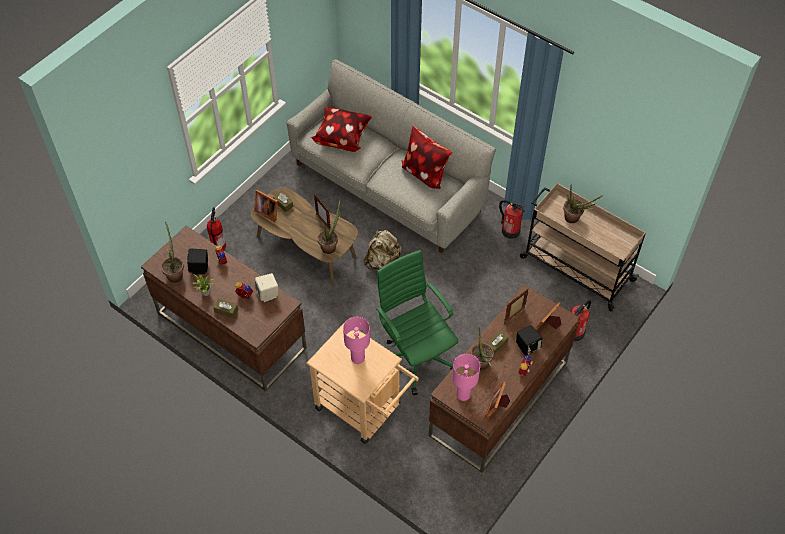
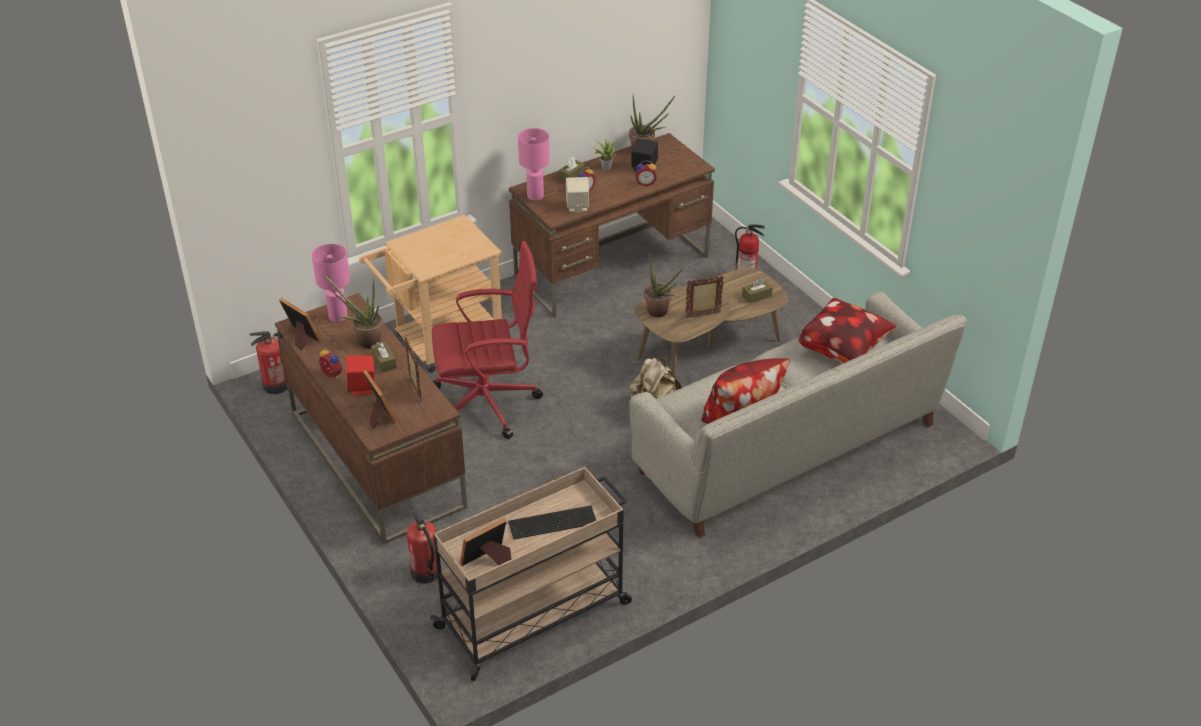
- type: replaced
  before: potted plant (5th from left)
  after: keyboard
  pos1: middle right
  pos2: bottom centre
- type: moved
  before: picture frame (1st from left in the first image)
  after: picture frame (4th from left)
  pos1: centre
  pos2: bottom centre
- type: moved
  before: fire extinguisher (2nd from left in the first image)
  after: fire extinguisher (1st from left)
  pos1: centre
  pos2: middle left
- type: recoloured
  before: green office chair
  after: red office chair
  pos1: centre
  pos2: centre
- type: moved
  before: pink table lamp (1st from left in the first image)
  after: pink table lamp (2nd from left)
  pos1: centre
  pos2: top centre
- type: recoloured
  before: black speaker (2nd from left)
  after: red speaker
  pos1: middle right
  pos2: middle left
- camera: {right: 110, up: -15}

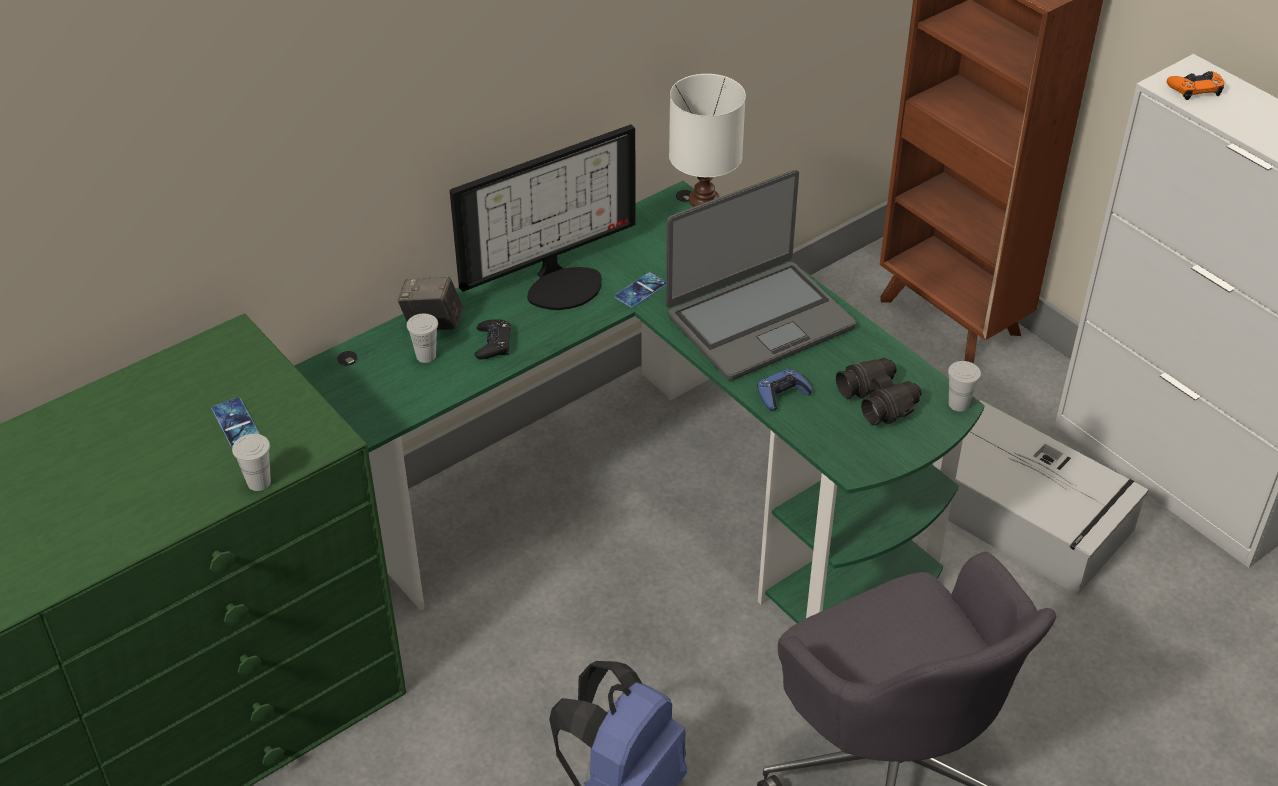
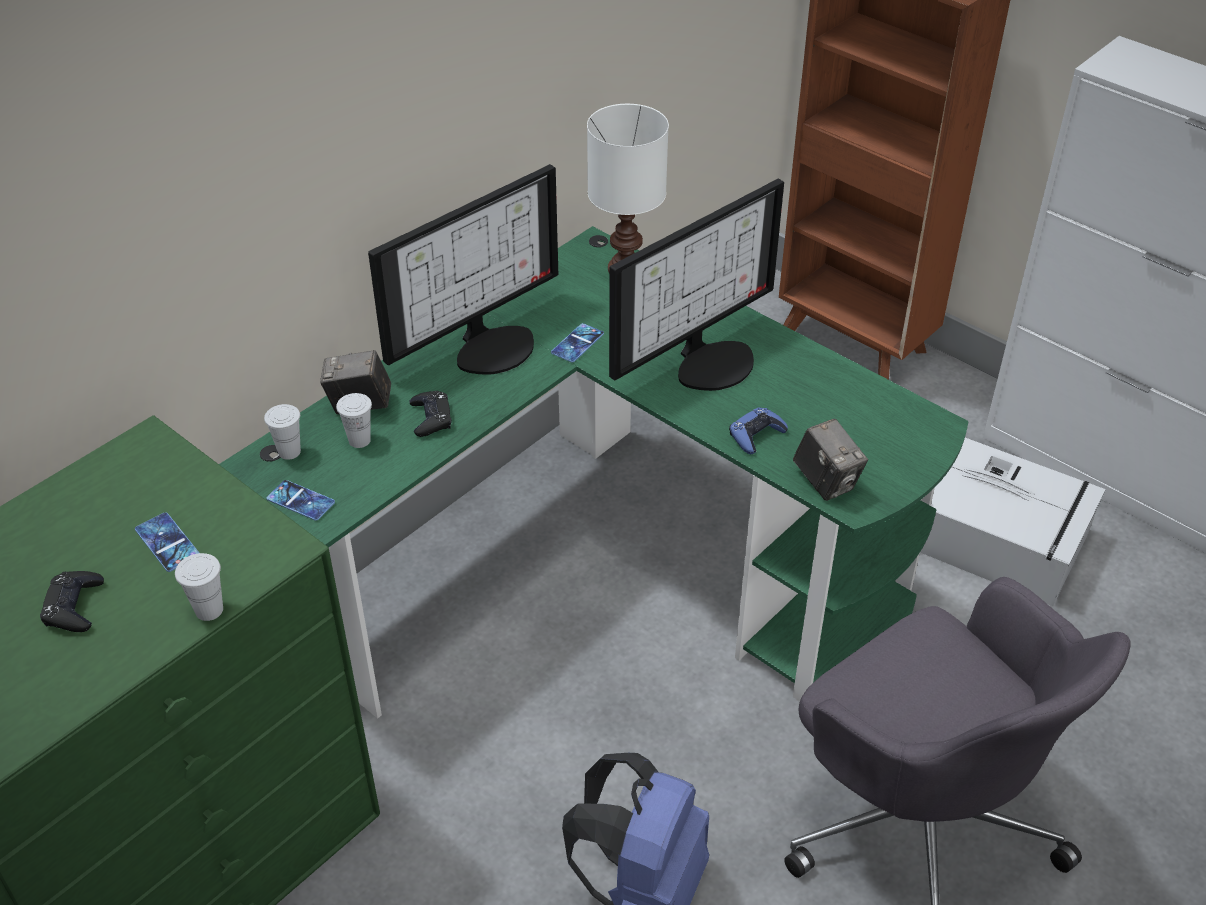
- type: removed
  before: orange game controller
  pos1: top right
- type: replaced
  before: laptop
  after: monitor (2nd from left)
  pos1: centre
  pos2: top centre
- type: removed
  before: black binoculars
  pos1: middle right
- type: moved
  before: white cup (3rd from left in the first image)
  after: white cup (2nd from left)
  pos1: middle right
  pos2: middle left
- type: added
  after: photo camera (2nd from left)
  pos2: middle right
- type: added
  after: phone (2nd from left)
  pos2: middle left
- type: added
  after: black game controller (1st from left)
  pos2: middle left
- camera: {right: -10, up: 0}

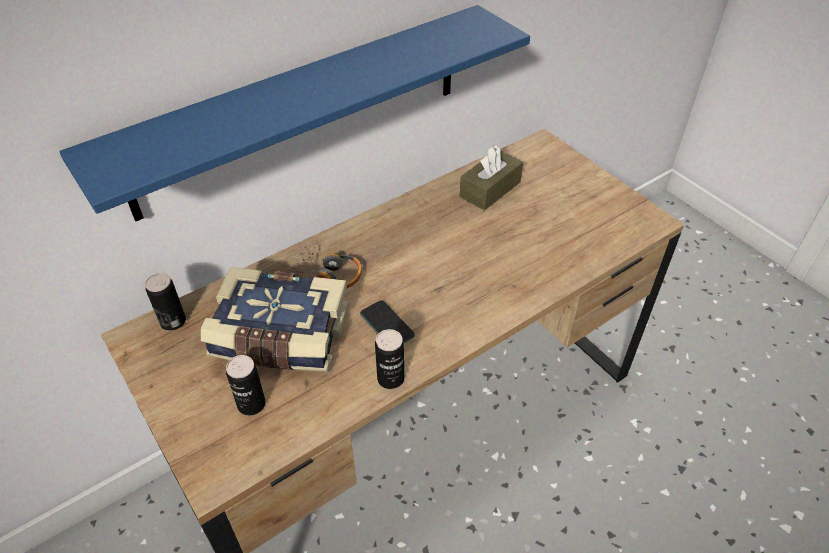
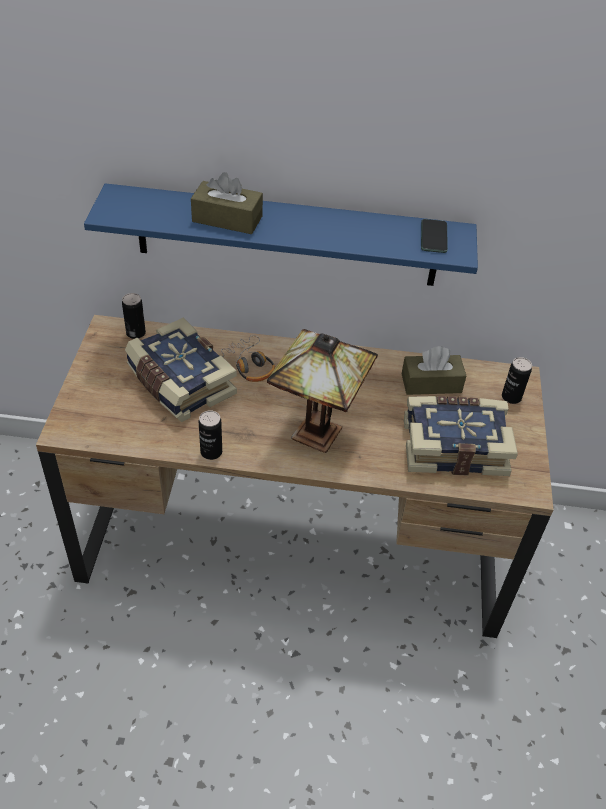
- type: moved
  before: phone
  pos1: centre
  pos2: top right
- type: moved
  before: can (2nd from left in the first image)
  after: can (3rd from left)
  pos1: bottom left
  pos2: middle right
- type: added
  after: brown tissue box (1st from left)
  pos2: top centre
- type: added
  after: table lamp
  pos2: centre
- type: added
  after: book (2nd from left)
  pos2: middle right
- camera: {right: 40, up: 0}

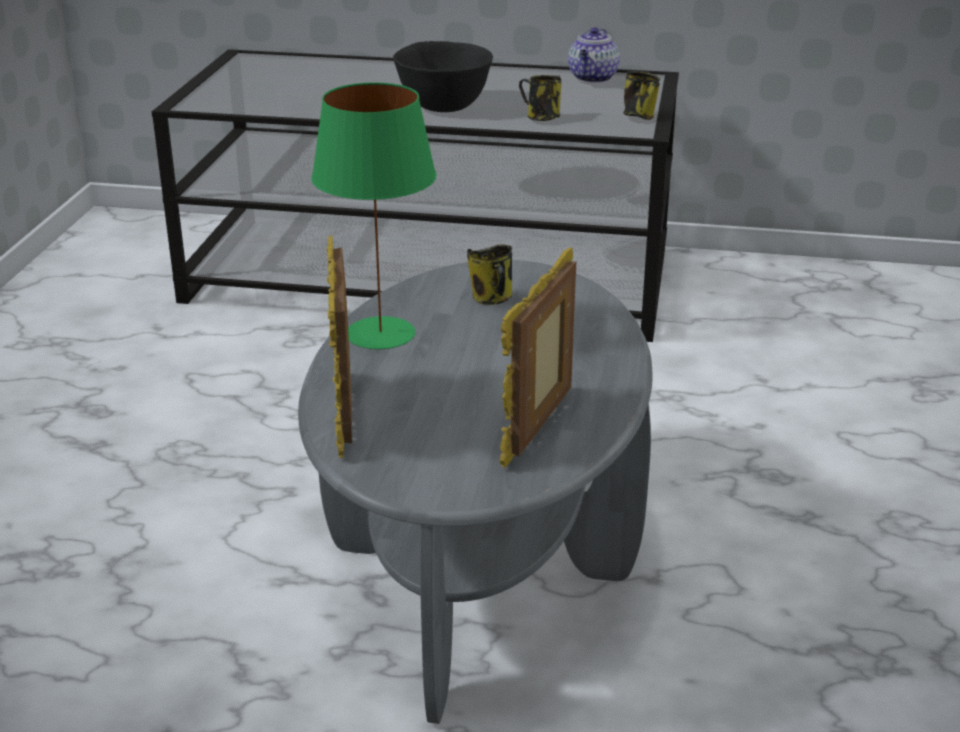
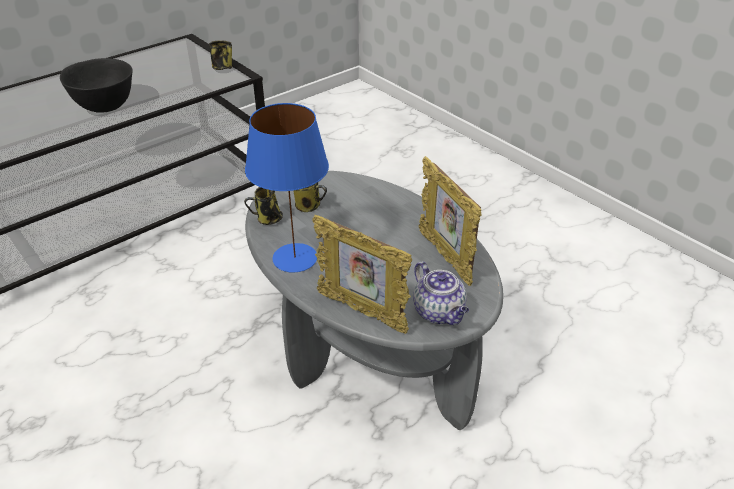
- type: moved
  before: teapot
  pos1: top centre
  pos2: centre
- type: moved
  before: mug (2nd from left)
  pos1: top centre
  pos2: centre
- type: recoloured
  before: green table lamp
  after: blue table lamp
  pos1: top centre
  pos2: centre
- camera: {right: -50, up: 10}

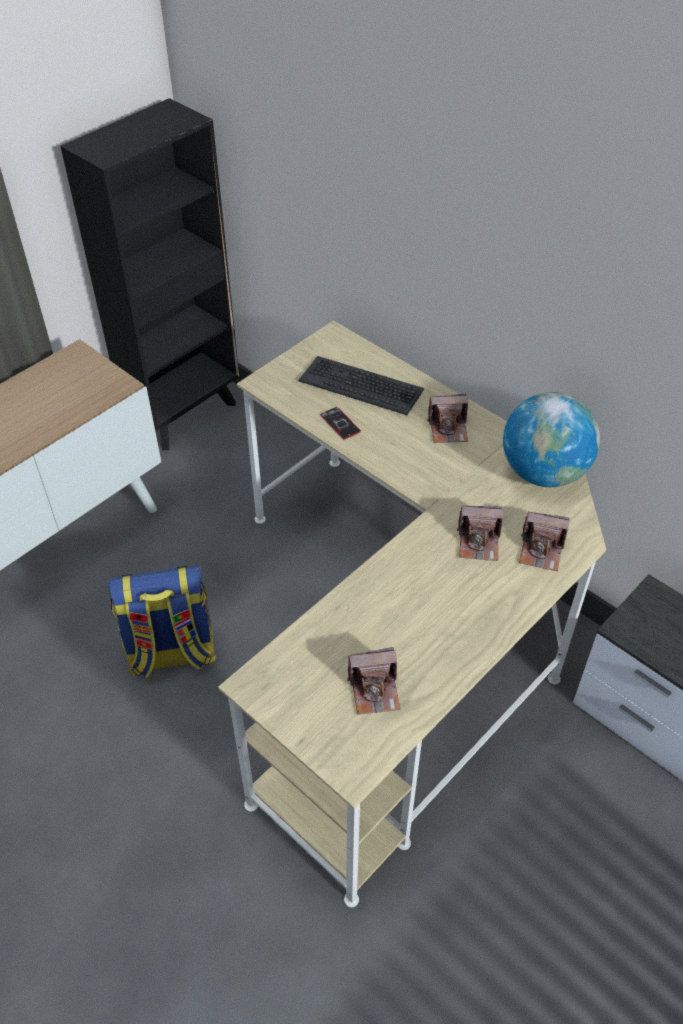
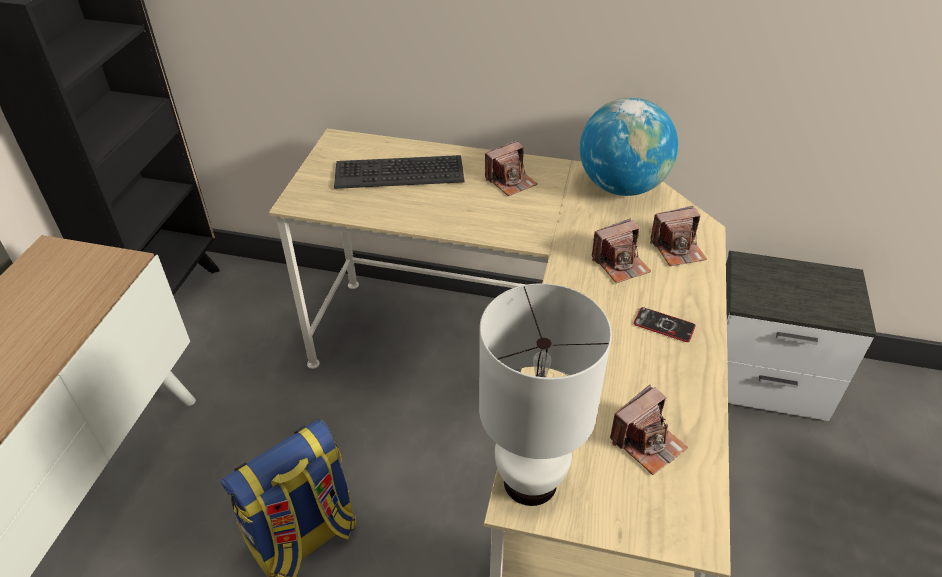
- type: moved
  before: phone
  pos1: centre
  pos2: middle right
- type: added
  after: white table lamp
  pos2: bottom centre
- camera: {right: -30, up: -5}

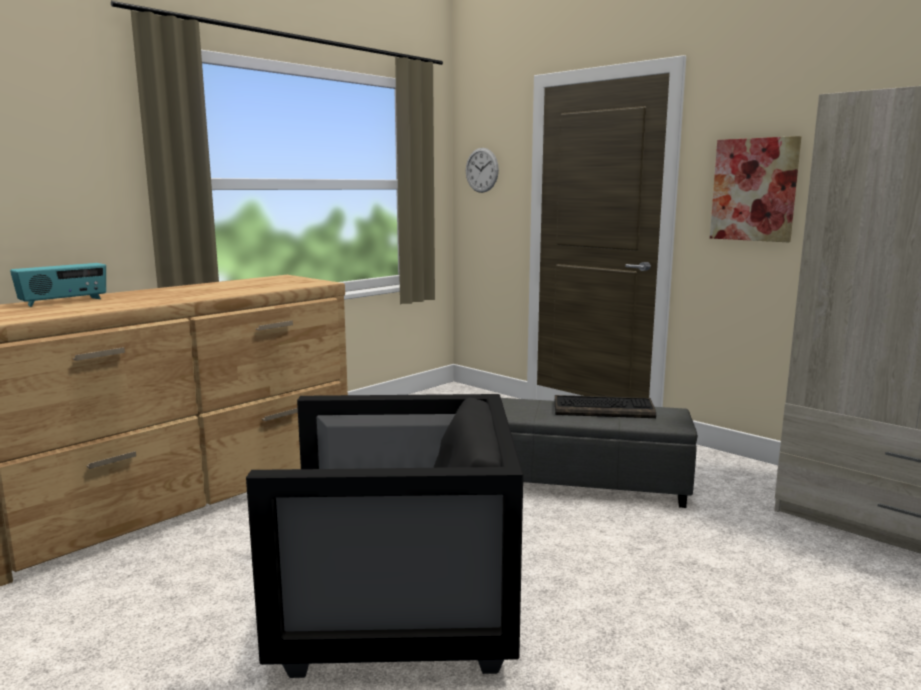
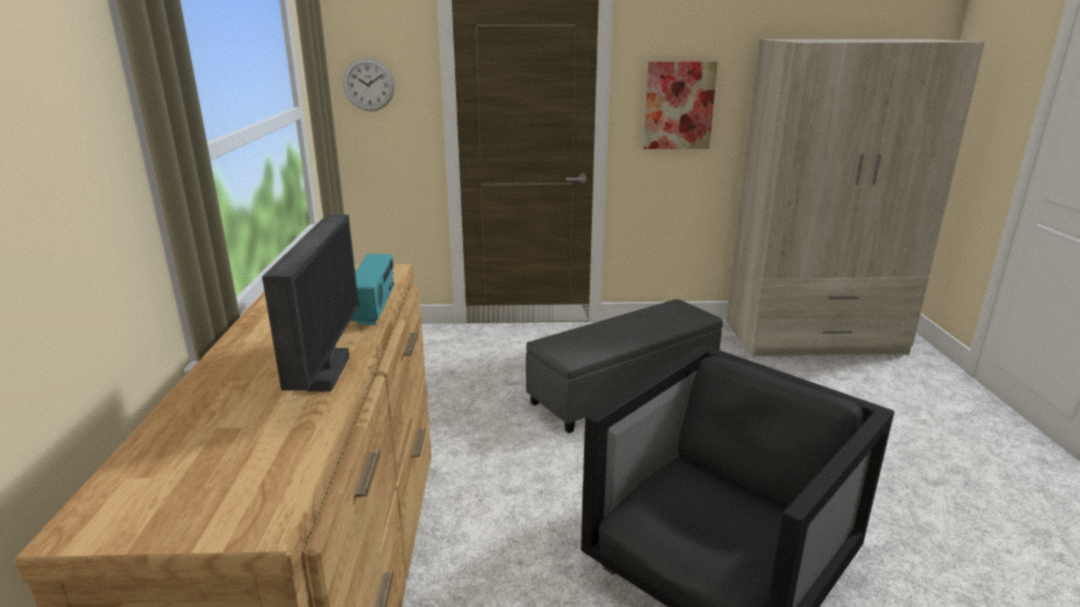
- type: moved
  before: radio
  pos1: middle left
  pos2: centre
- type: removed
  before: keyboard
  pos1: centre
- type: added
  after: monitor
  pos2: middle left
- camera: {right: -45, up: 10}

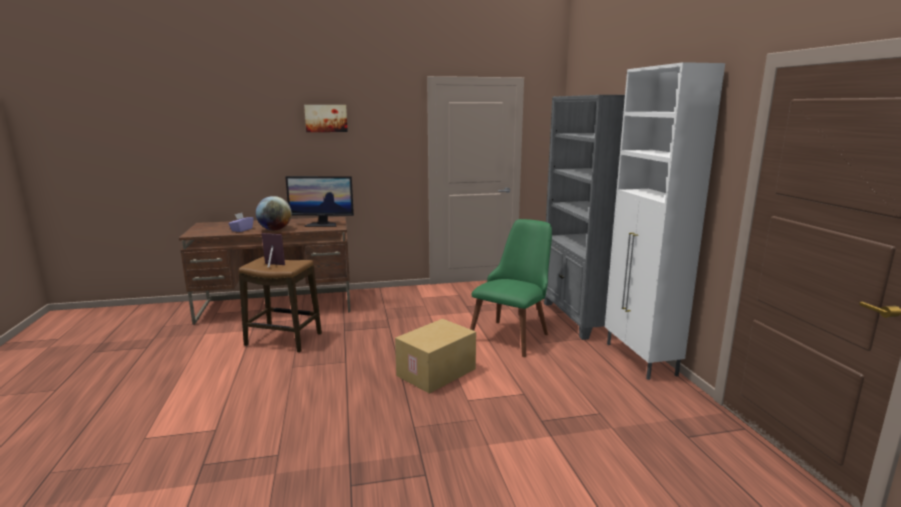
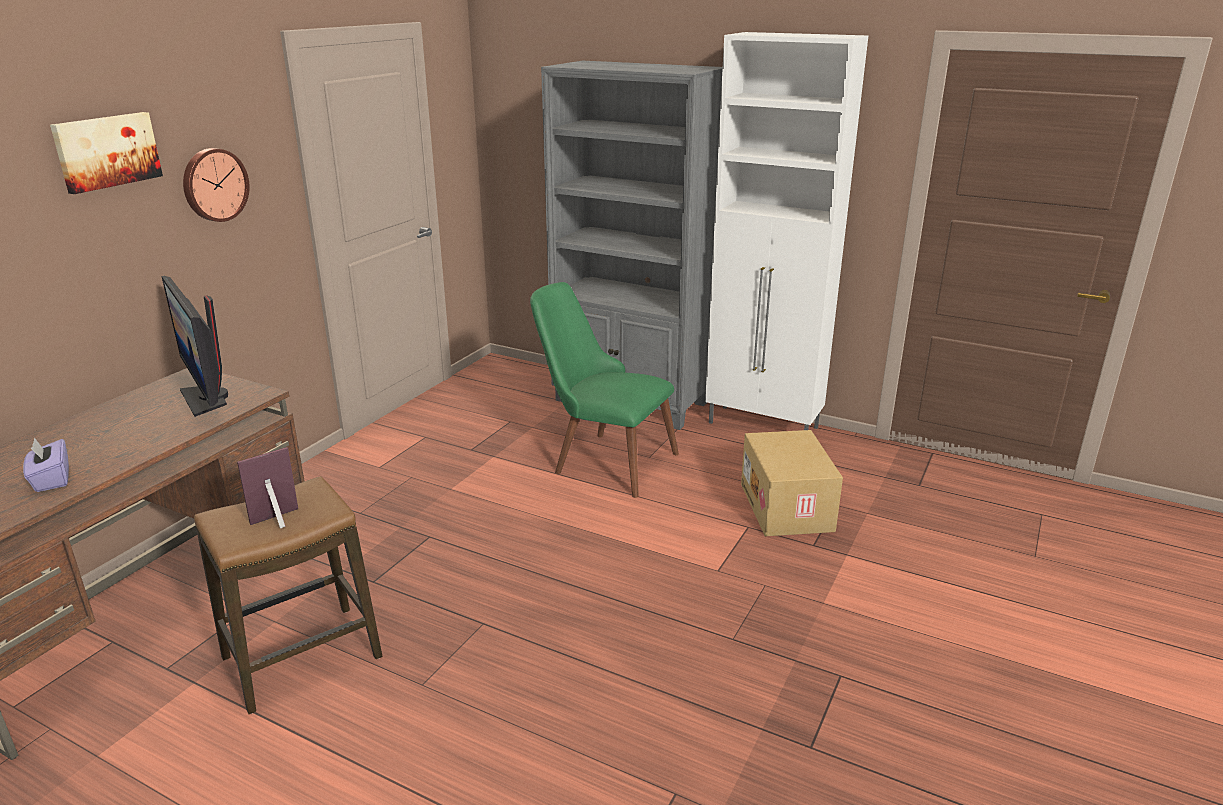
- type: turned
  before: monitor
  pos1: centre
  pos2: middle left
  turn: 105
- type: removed
  before: globe
  pos1: middle left
- type: turned
  before: green chair
  pos1: centre
  pos2: centre
  turn: -45
- type: moved
  before: cardboard box
  pos1: bottom centre
  pos2: centre
- type: added
  after: wall clock
  pos2: top left
- camera: {right: -50, up: 10}

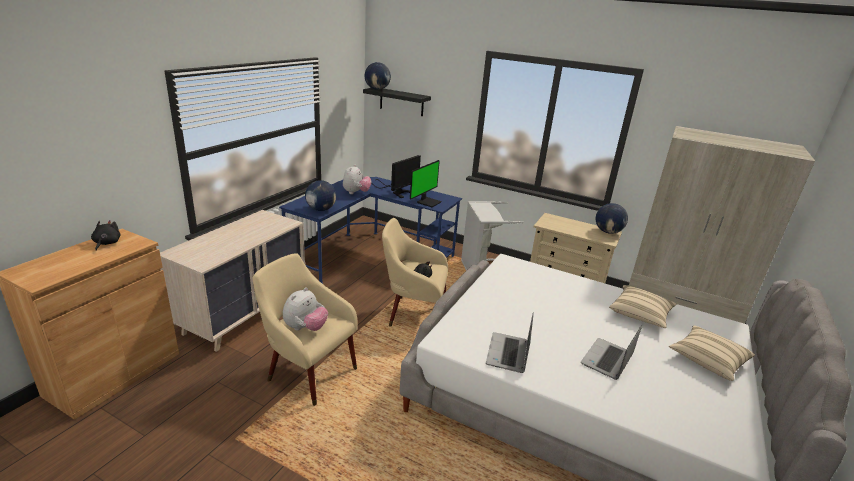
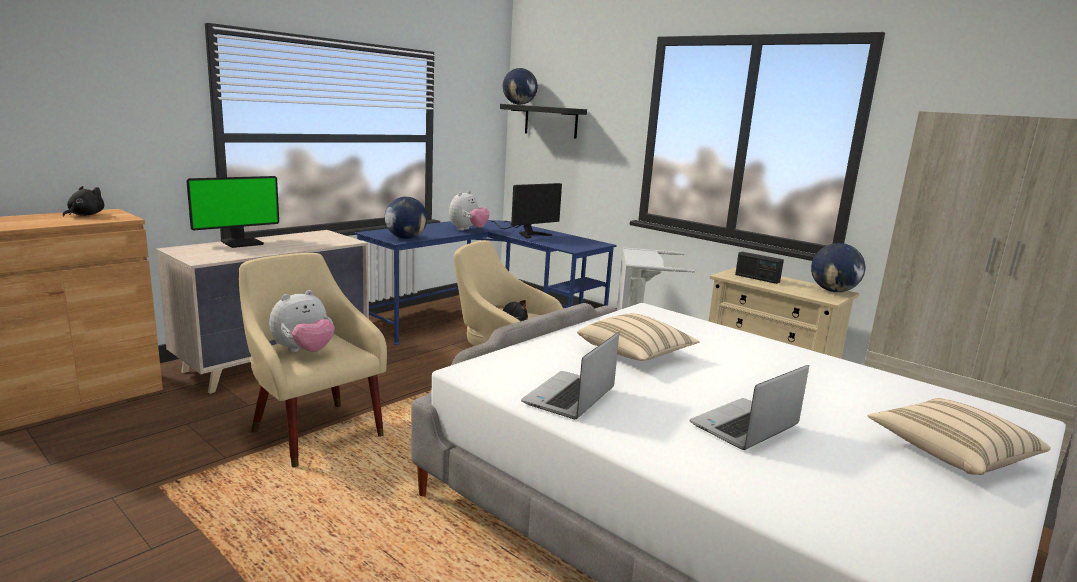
- type: moved
  before: monitor (2nd from left in the first image)
  after: monitor (1st from left)
  pos1: centre
  pos2: middle left
- type: moved
  before: beige pillow (1st from left)
  pos1: middle right
  pos2: centre
- type: added
  after: radio
  pos2: middle right
- camera: {right: 15, up: -10}

